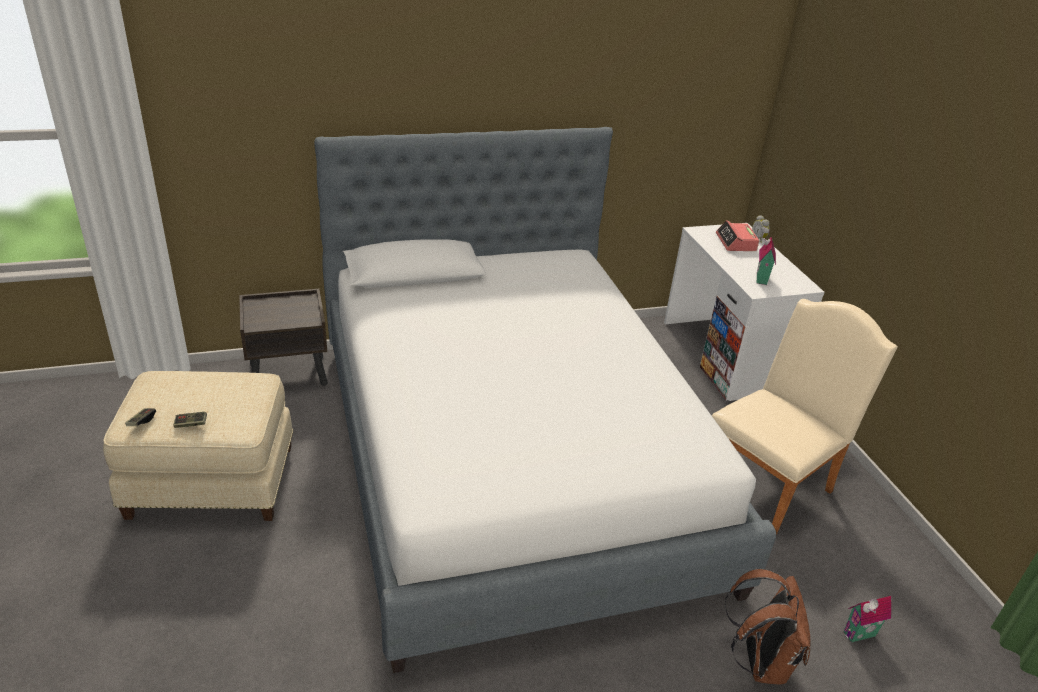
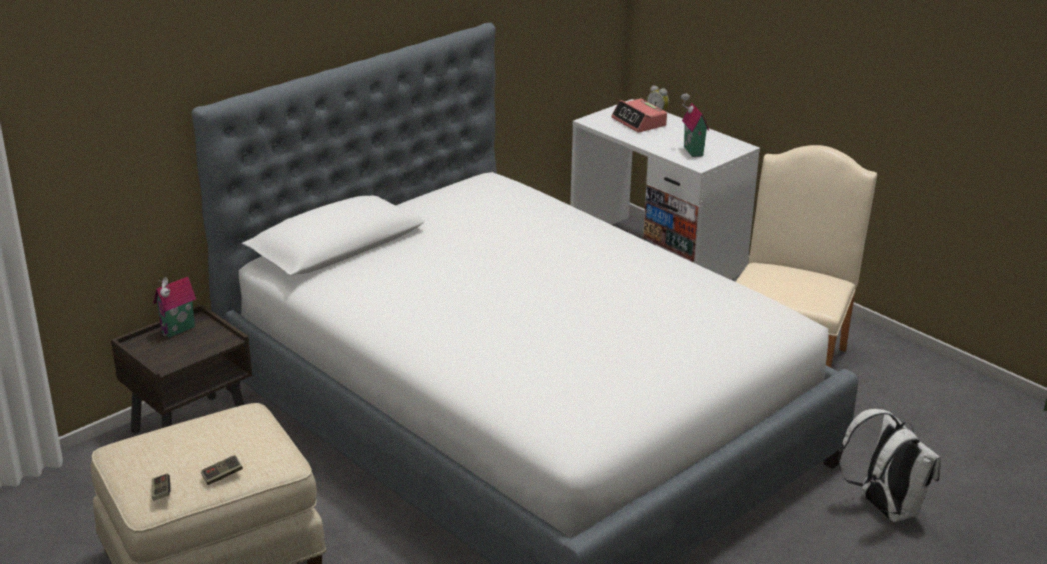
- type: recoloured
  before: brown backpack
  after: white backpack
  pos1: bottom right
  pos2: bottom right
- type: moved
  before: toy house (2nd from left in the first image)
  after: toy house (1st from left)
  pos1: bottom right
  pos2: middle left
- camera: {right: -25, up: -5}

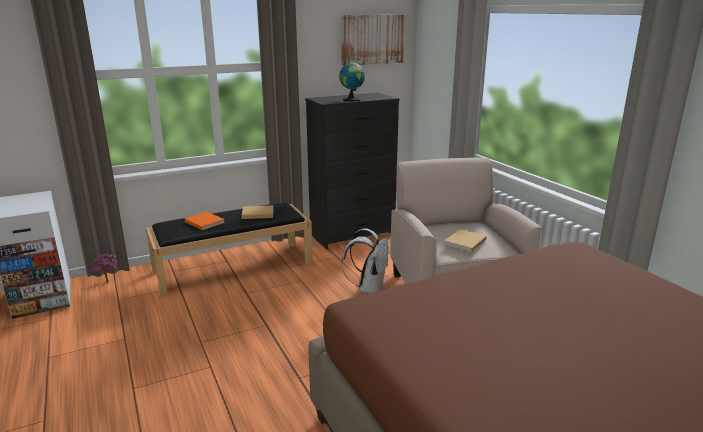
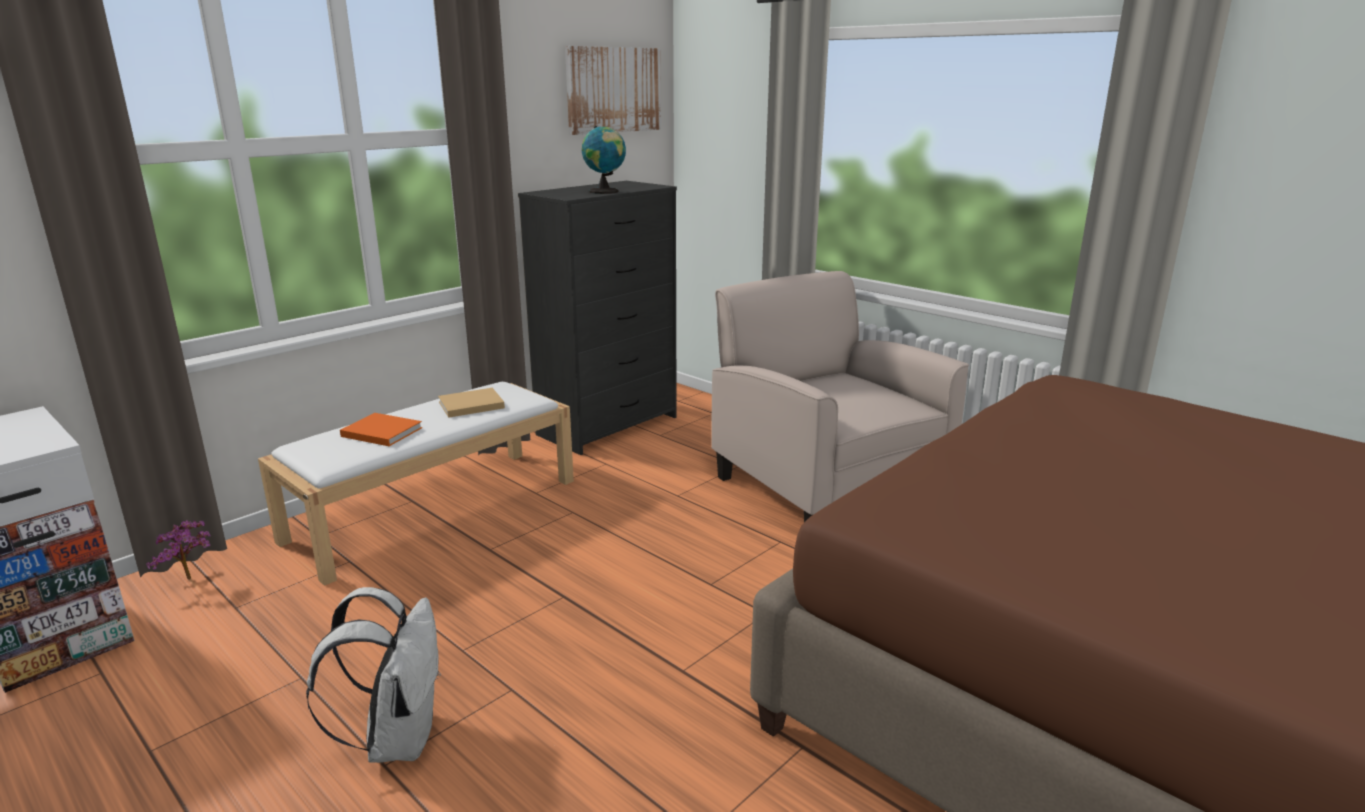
- type: recoloured
  before: black bench
  after: white bench
  pos1: middle left
  pos2: middle left
- type: moved
  before: white backpack
  pos1: centre
  pos2: bottom left
- type: removed
  before: beige book (2nd from left)
  pos1: centre
- camera: {right: -20, up: 0}

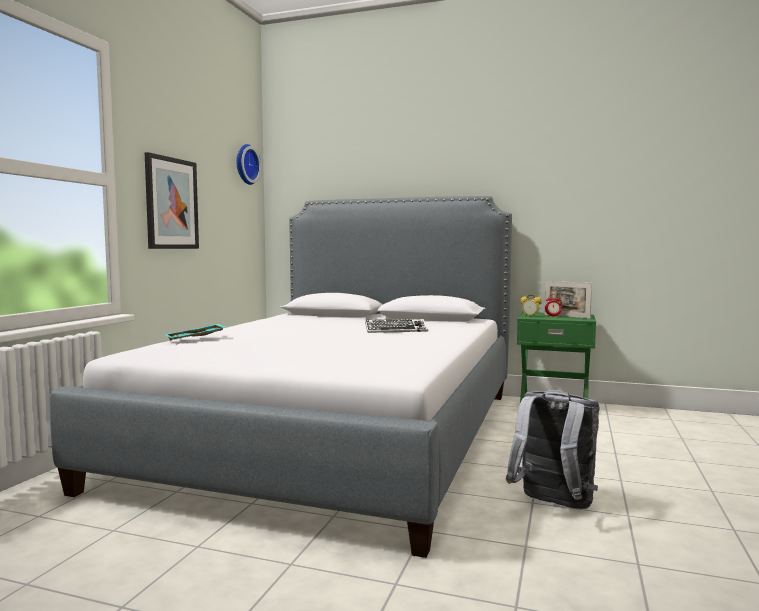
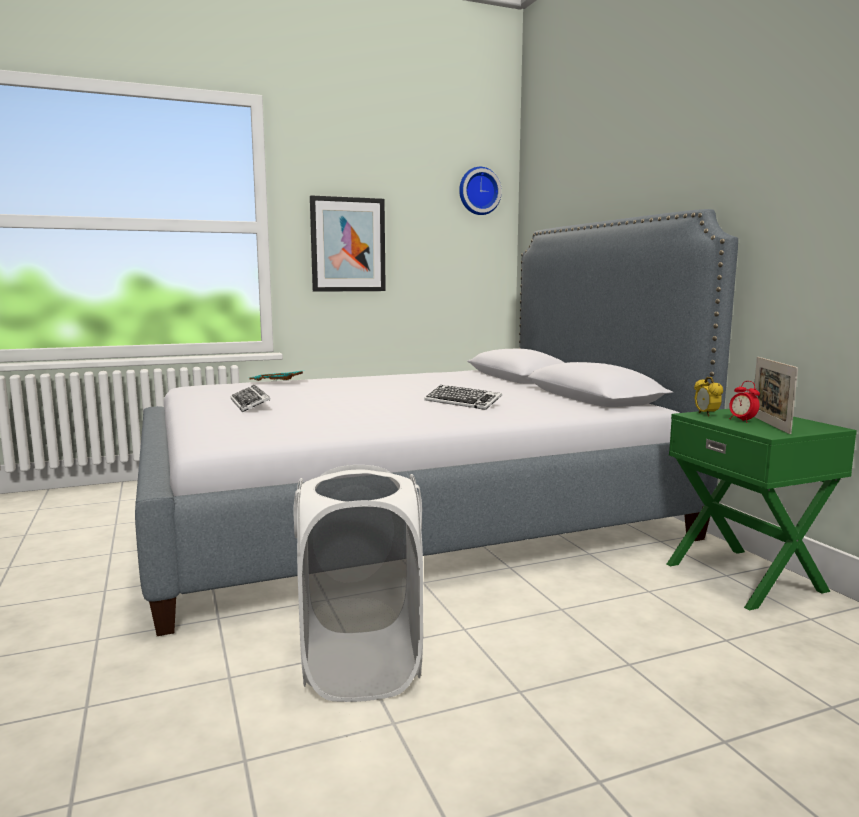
- type: replaced
  before: grey backpack
  after: white laundry basket
  pos1: bottom right
  pos2: bottom centre
- type: added
  after: keyboard (1st from left)
  pos2: middle left
- camera: {right: 50, up: 5}

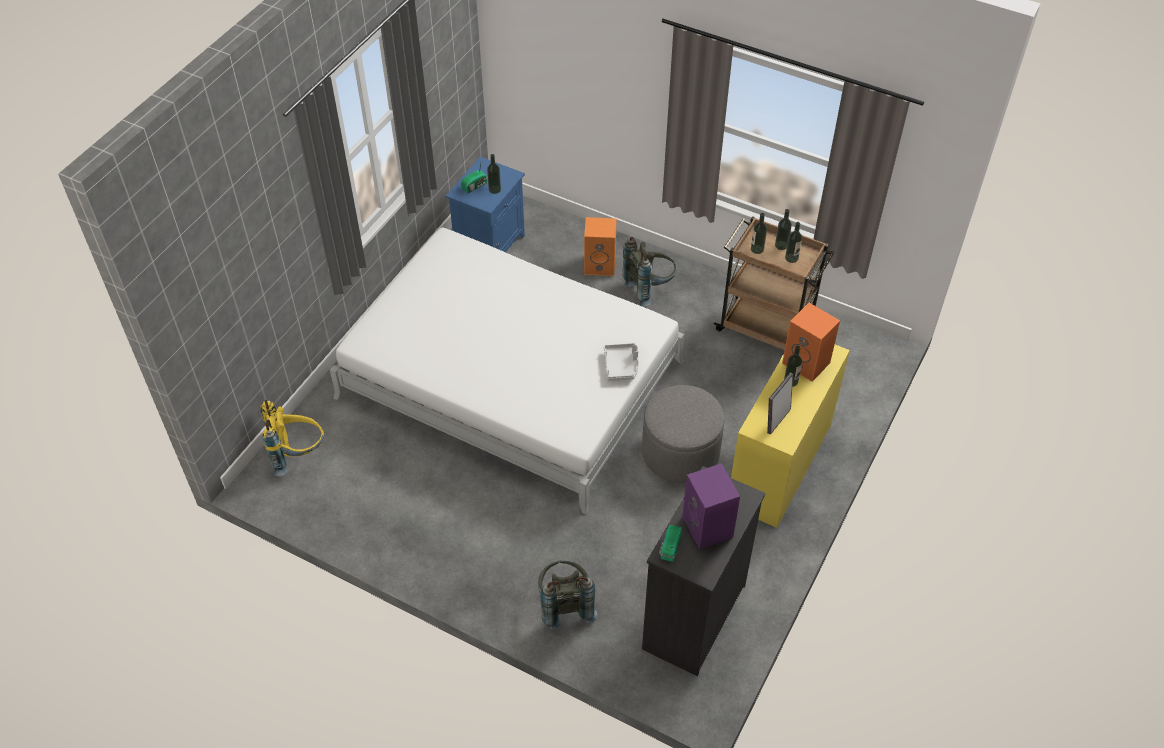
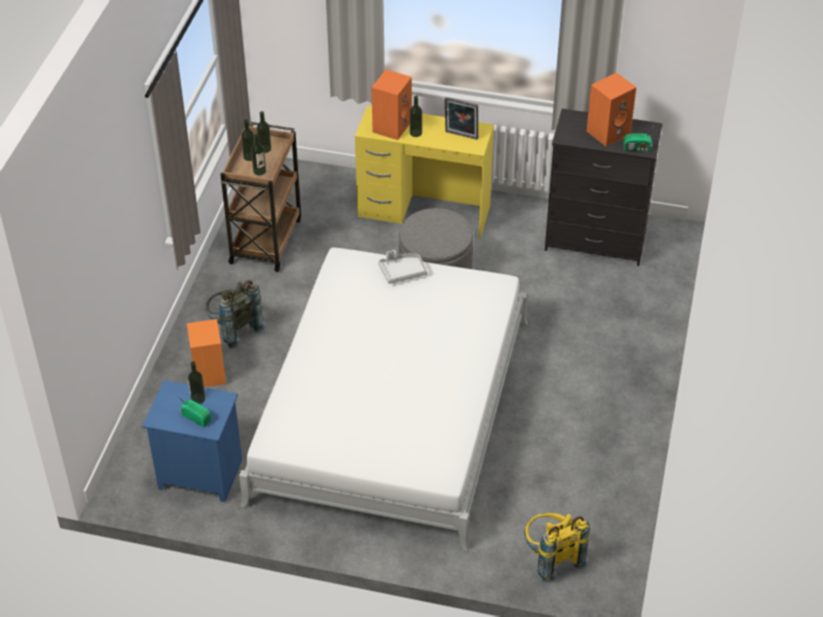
- type: recoloured
  before: purple speaker
  after: orange speaker (3rd from left)
  pos1: bottom centre
  pos2: top right
- type: removed
  before: grey backpack (1st from left)
  pos1: bottom centre
- camera: {right: -105, up: -5}

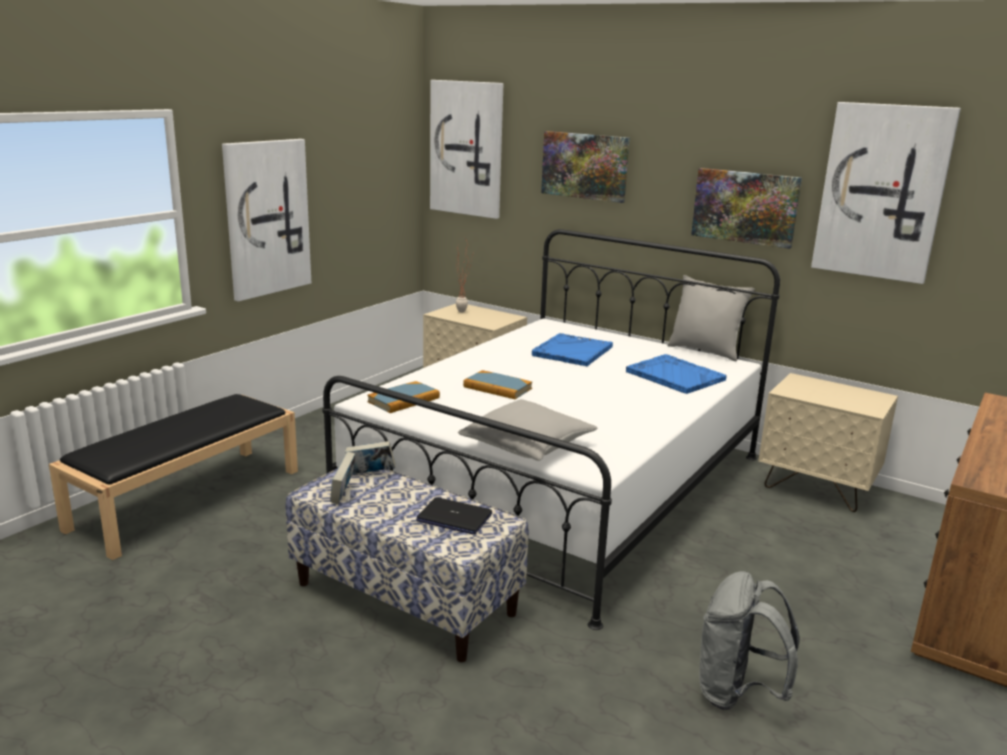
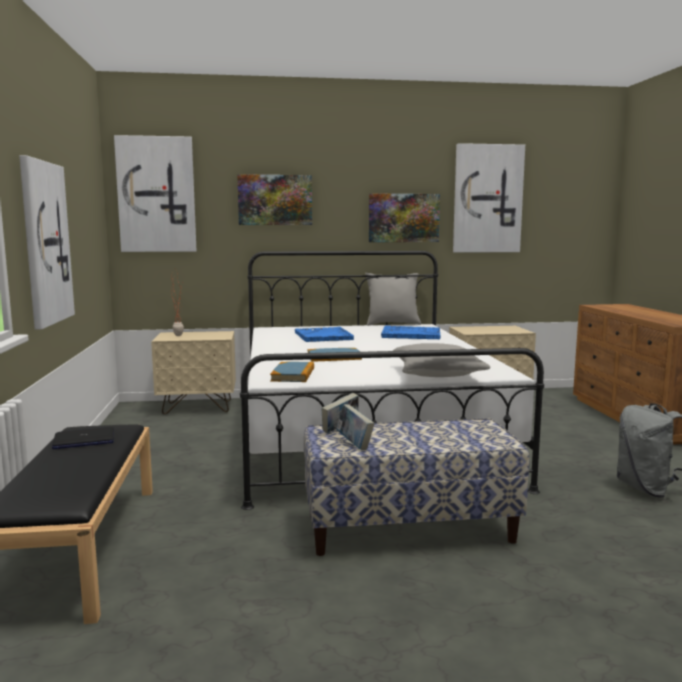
- type: moved
  before: laptop
  pos1: bottom centre
  pos2: middle left
- camera: {right: -40, up: -10}

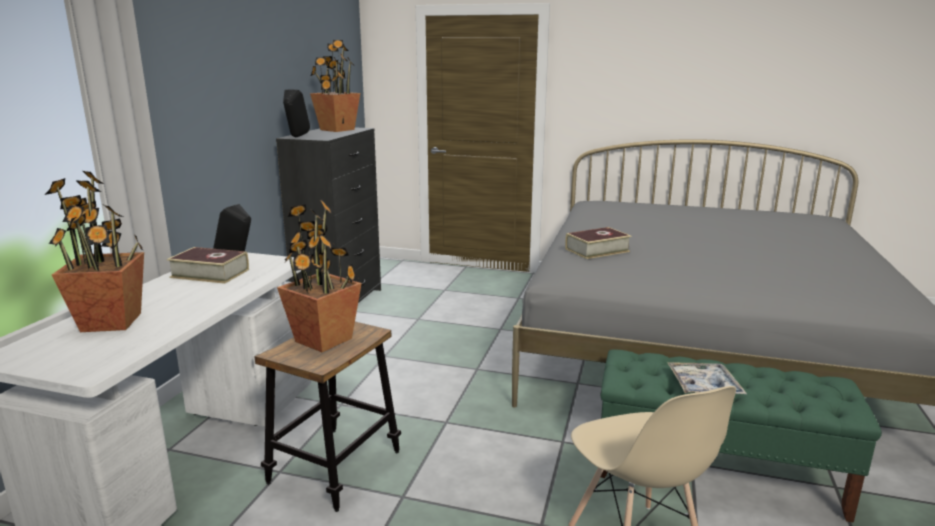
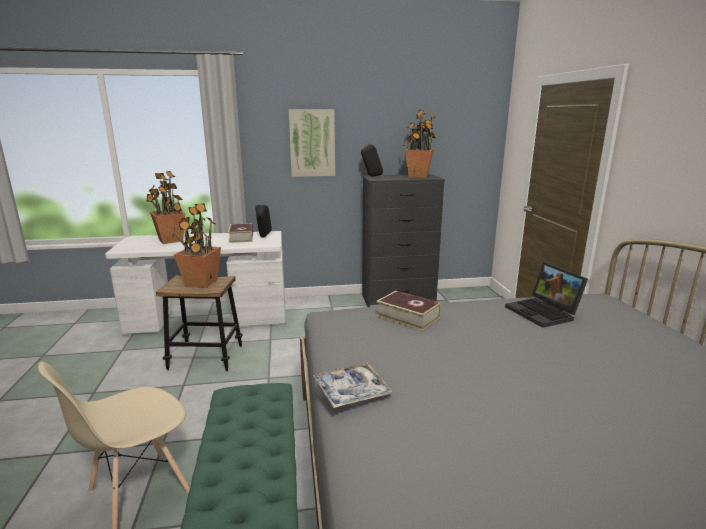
- type: moved
  before: tray
  pos1: bottom right
  pos2: bottom centre
- type: added
  after: picture
  pos2: top centre
- type: added
  after: laptop
  pos2: middle right
- camera: {right: 65, up: 0}

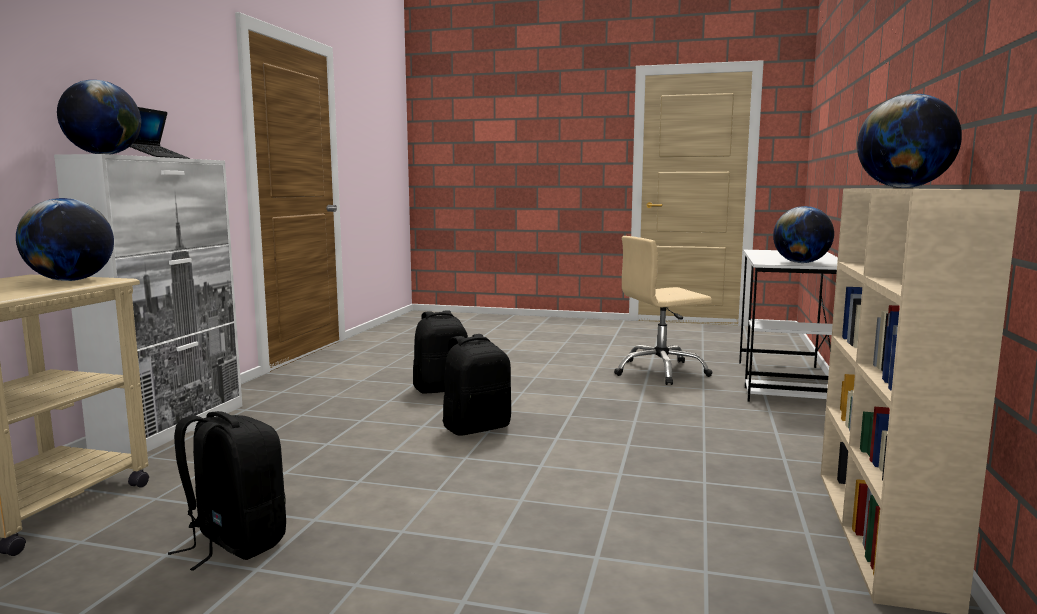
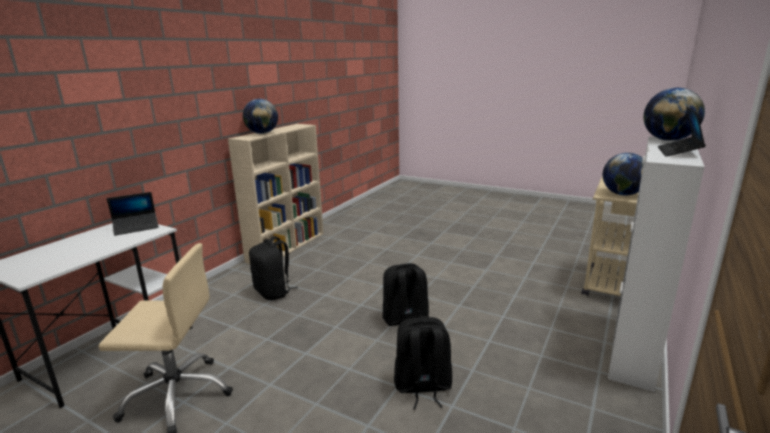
- type: replaced
  before: globe (3rd from left)
  after: laptop (1st from left)
  pos1: middle right
  pos2: middle left
- type: moved
  before: black backpack (1st from left)
  pos1: bottom left
  pos2: centre
- camera: {right: -165, up: 10}

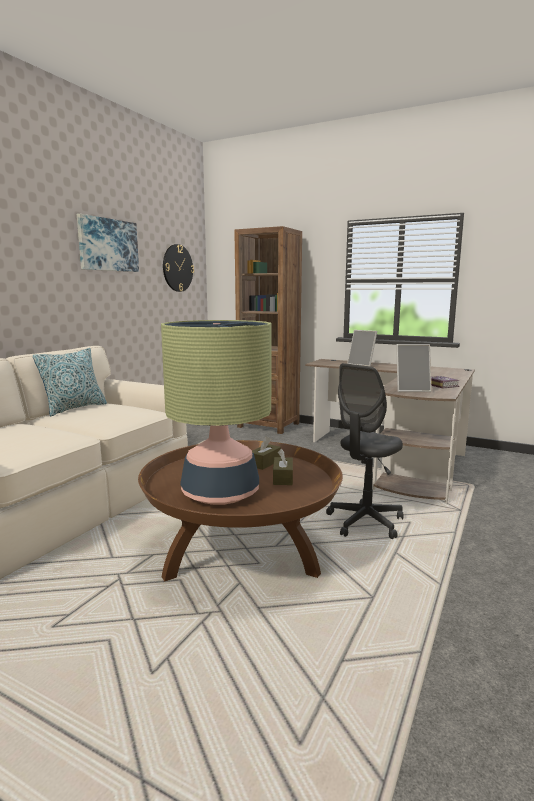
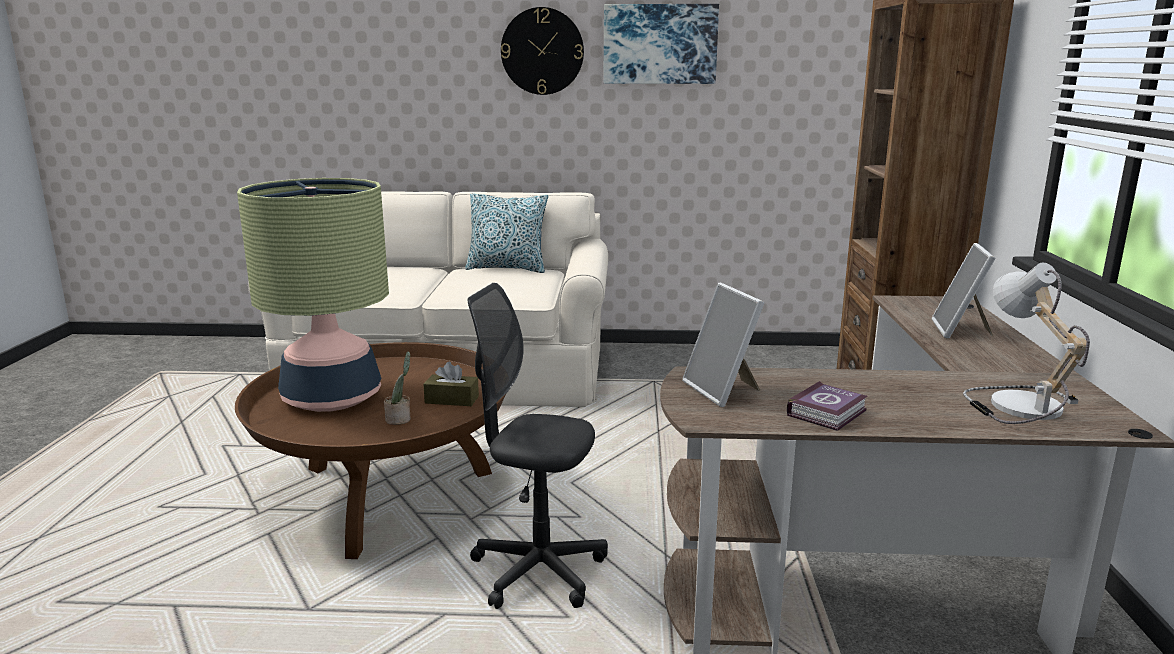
- type: moved
  before: wall clock
  pos1: centre
  pos2: top centre
- type: replaced
  before: brown tissue box (2nd from left)
  after: potted plant
  pos1: centre
  pos2: centre
- type: added
  after: table lamp (2nd from left)
  pos2: middle right
- camera: {right: 65, up: 5}

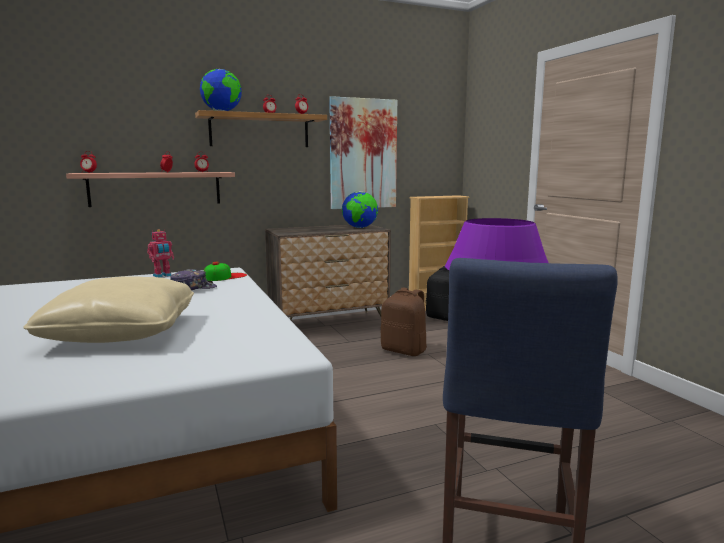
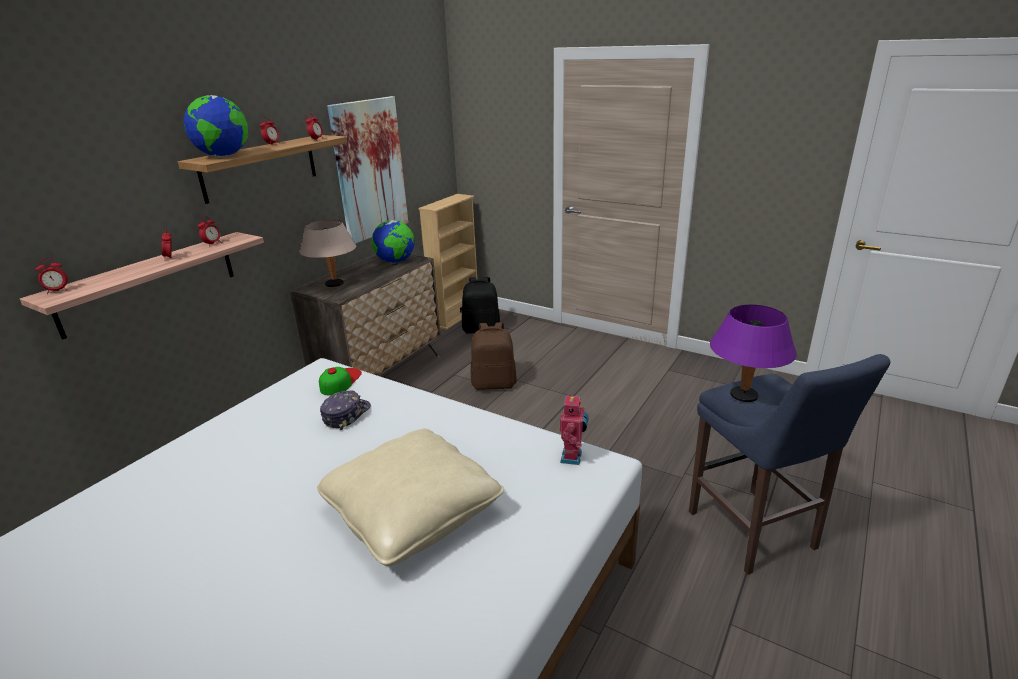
- type: moved
  before: toy robot
  pos1: middle left
  pos2: centre
- type: added
  after: beige table lamp
  pos2: middle left
- camera: {right: -35, up: 15}

